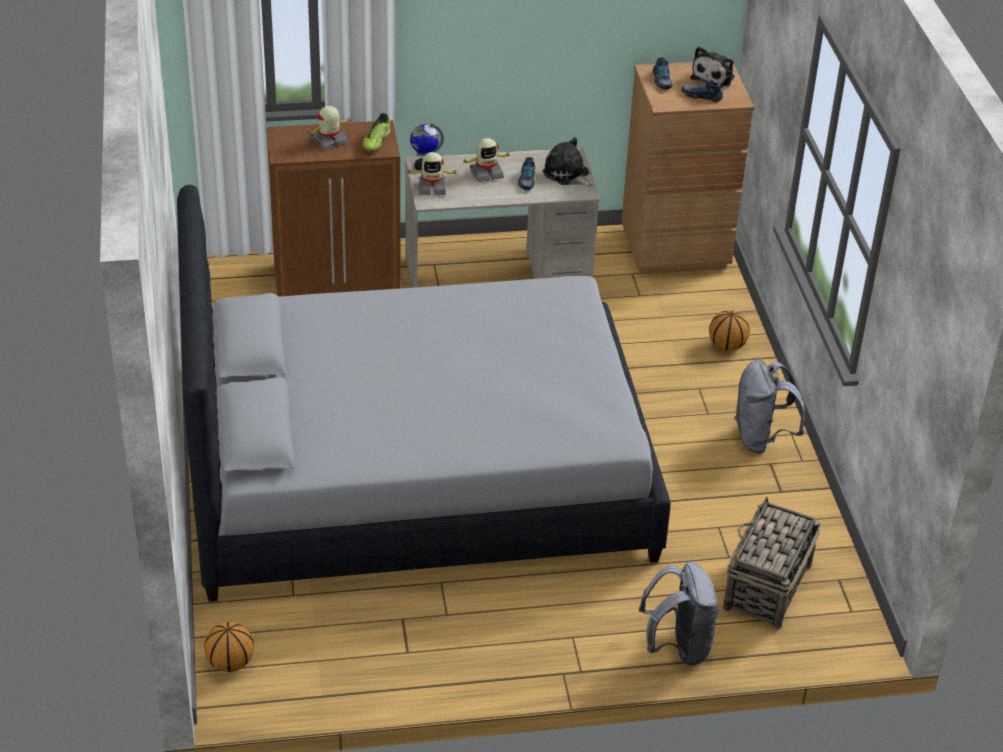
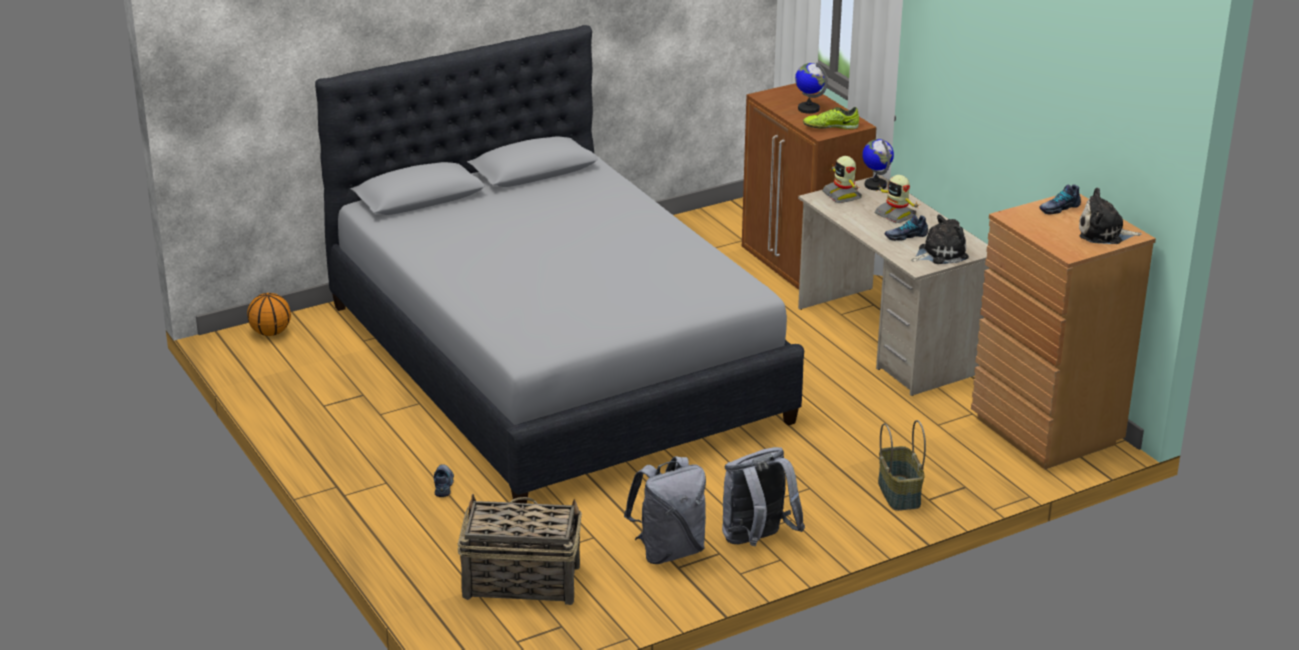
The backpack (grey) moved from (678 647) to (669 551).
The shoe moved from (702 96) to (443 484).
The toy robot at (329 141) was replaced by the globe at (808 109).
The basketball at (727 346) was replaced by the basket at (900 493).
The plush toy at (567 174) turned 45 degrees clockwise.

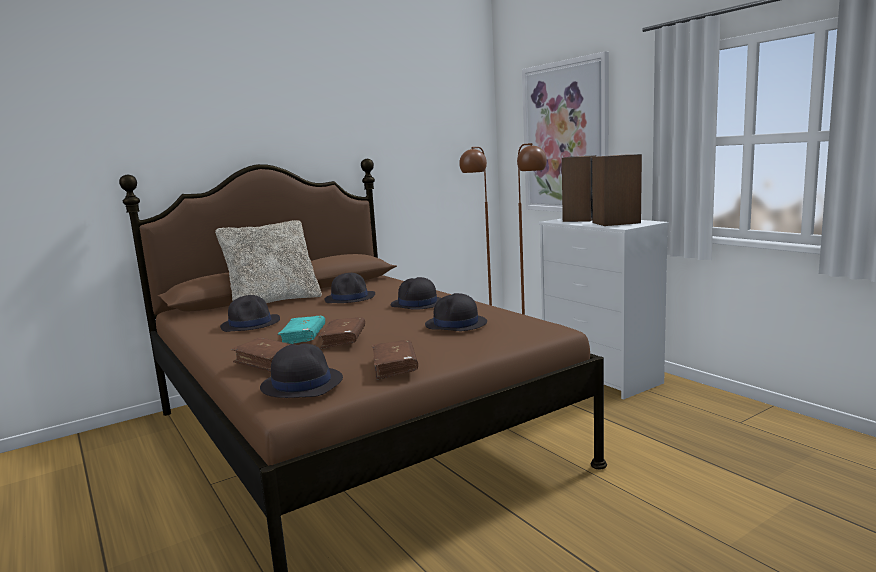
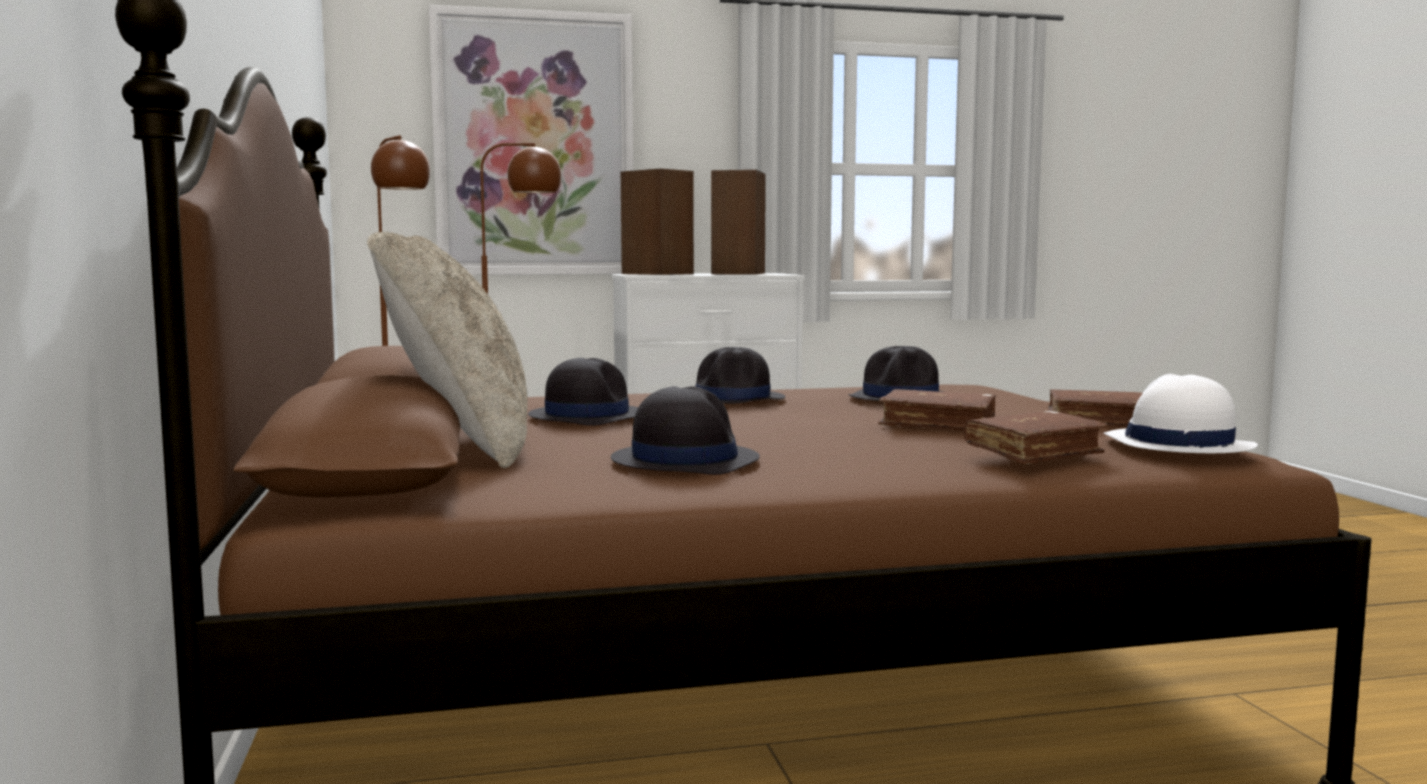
The book (turquoise) at (303 337) disappeared.
The hat (black) at (301 383) became the hat (white) at (1177 444).

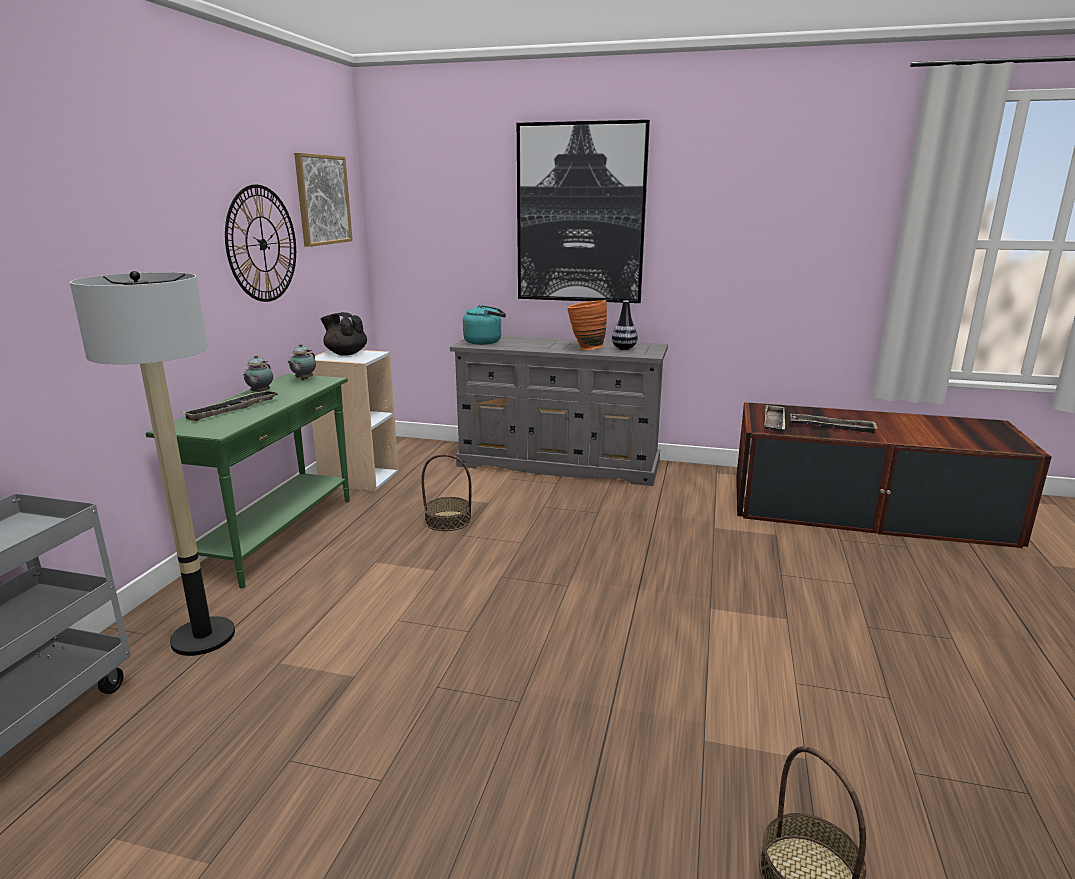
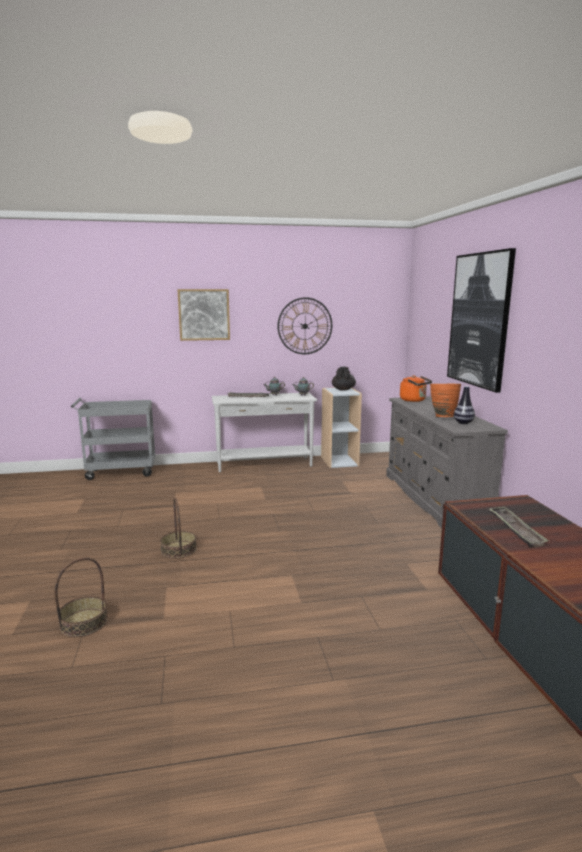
The floor lamp at (203 637) disappeared.
The tray at (774 422) disappeared.
The picture moved from (322 200) to (204 314).
The basket moved from (448 520) to (179 549).
The console table (green) at (277 535) became the console table (white) at (265 464).
The kettle (turquoise) at (485 342) became the kettle (orange) at (414 400).

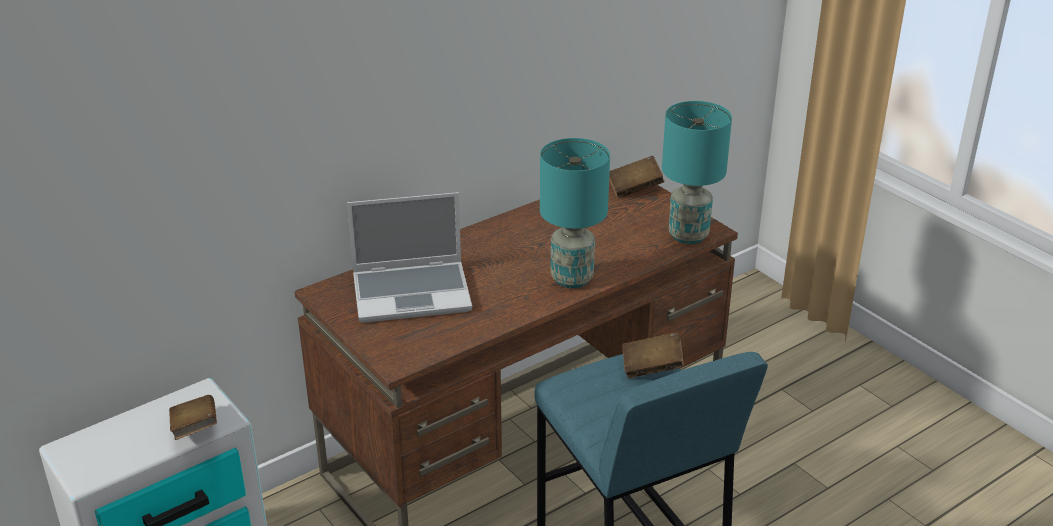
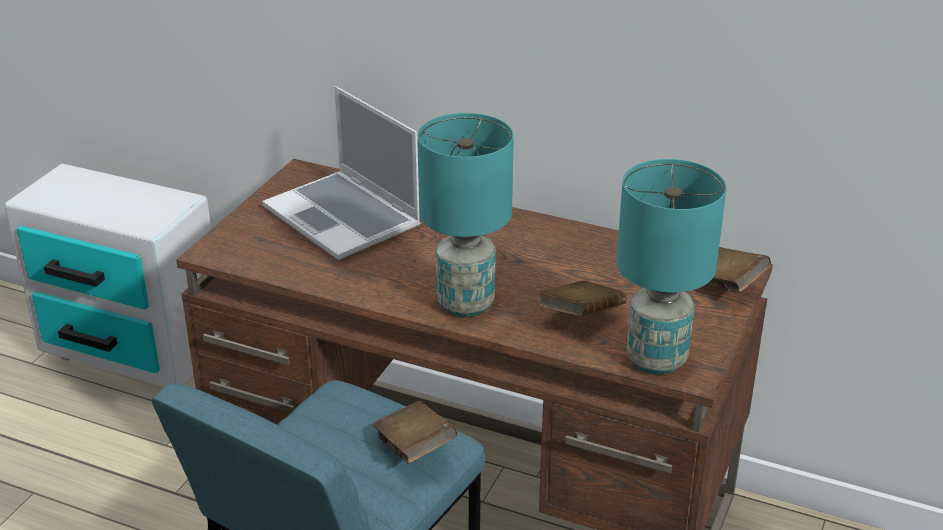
The book (brown) moved from (195 429) to (581 316).

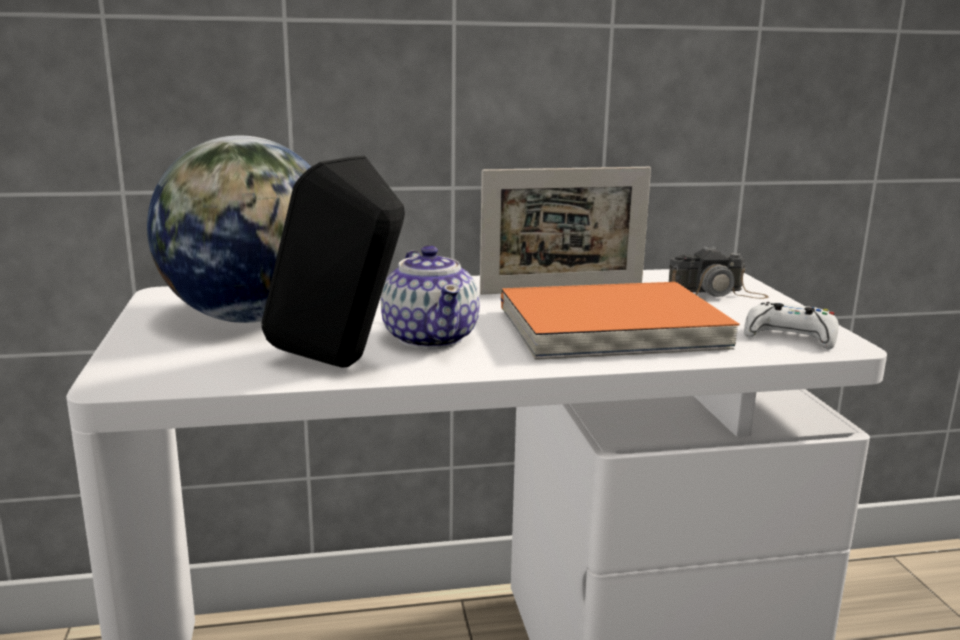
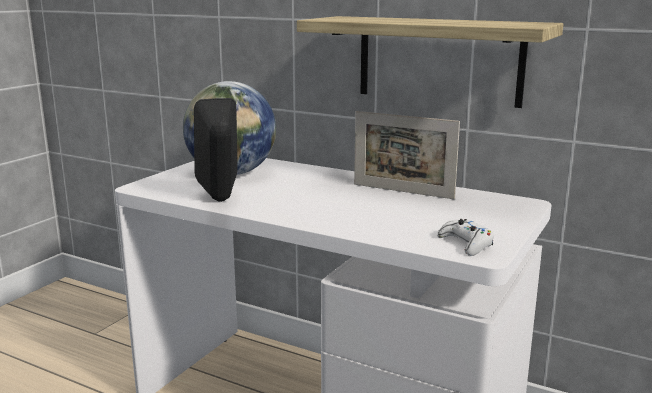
The teapot at (431 338) disappeared.
The book (orange) at (611 329) disappeared.
The photo camera at (716 293) disappeared.
The shelf at (439 60) appeared.

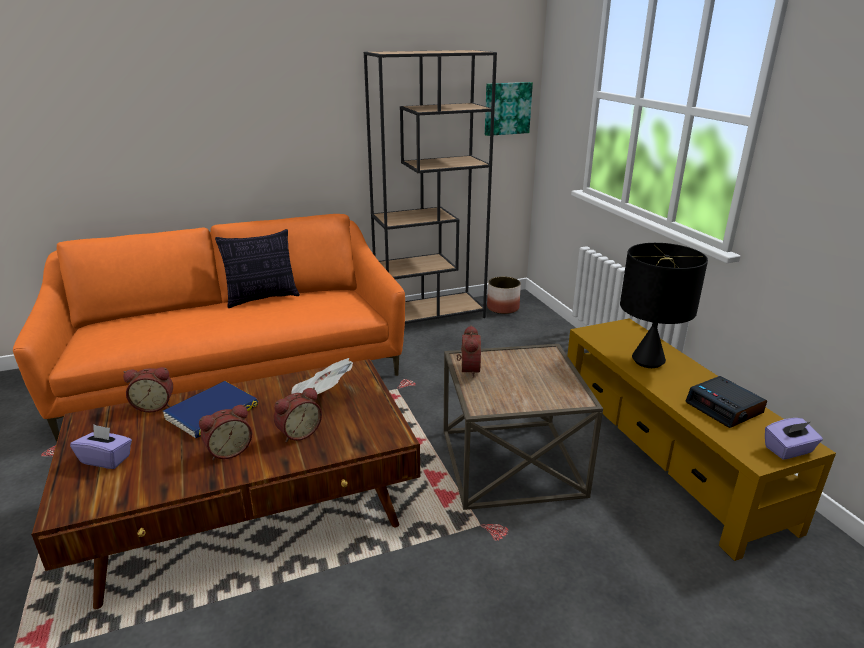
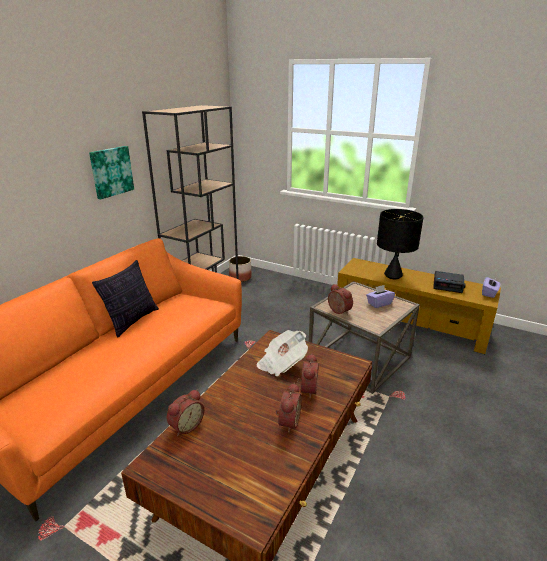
The book (blue) at (212 412) disappeared.
The tissue box (purple) moved from (106 459) to (379 303).
The picture moved from (507 108) to (111 171).

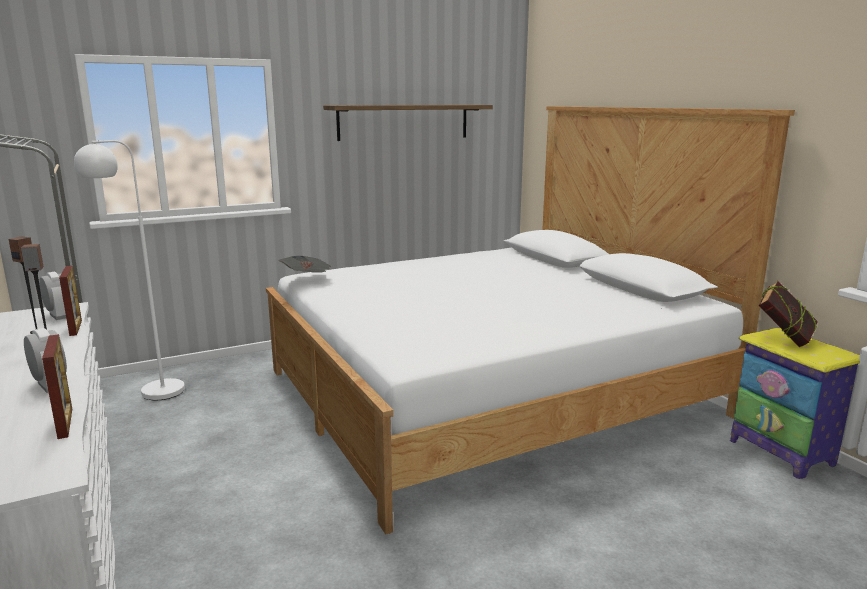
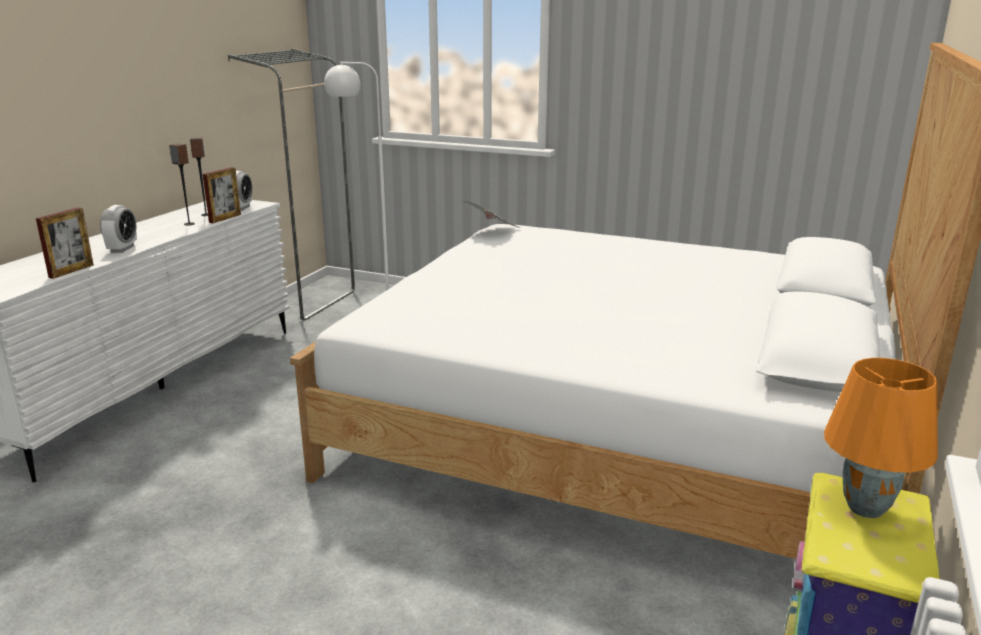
The shelf at (404 122) disappeared.
The book at (783 339) was replaced by the table lamp (orange) at (866 508).

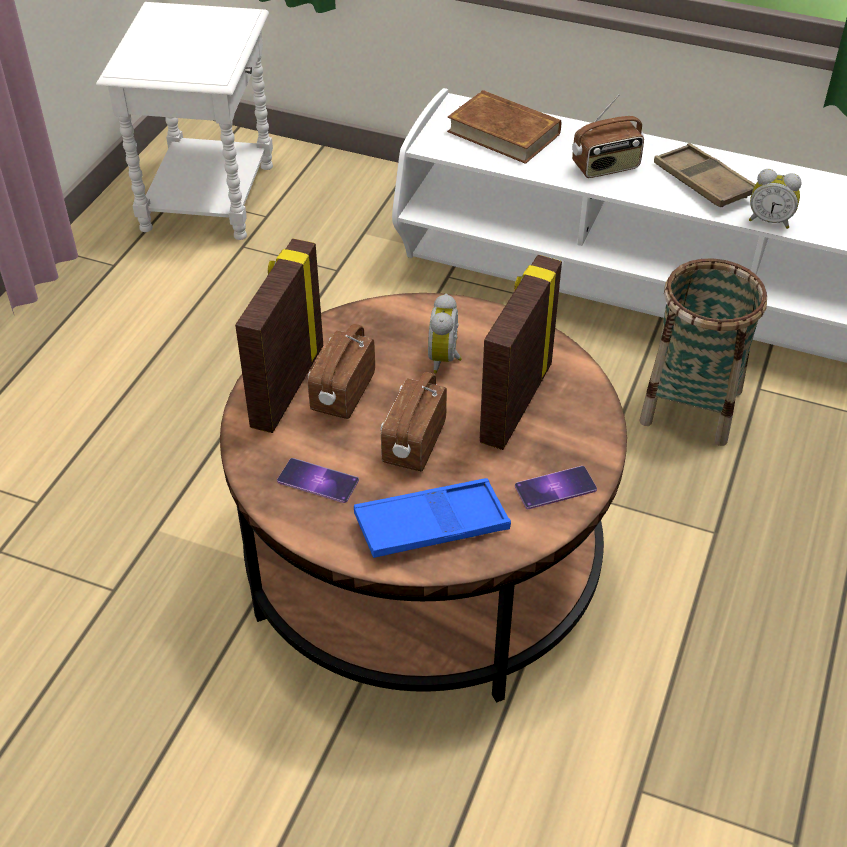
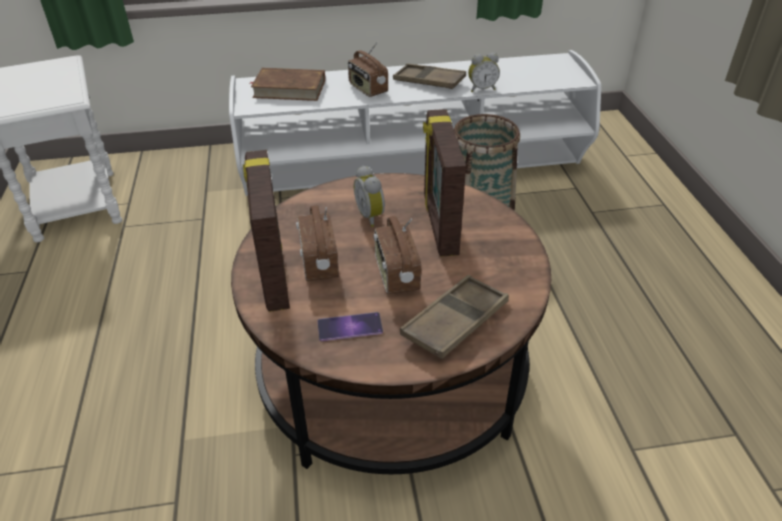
The phone at (555 488) disappeared.
The tray (blue) at (431 525) became the tray (brown) at (455 321).
The radio at (606 167) turned 105 degrees clockwise.

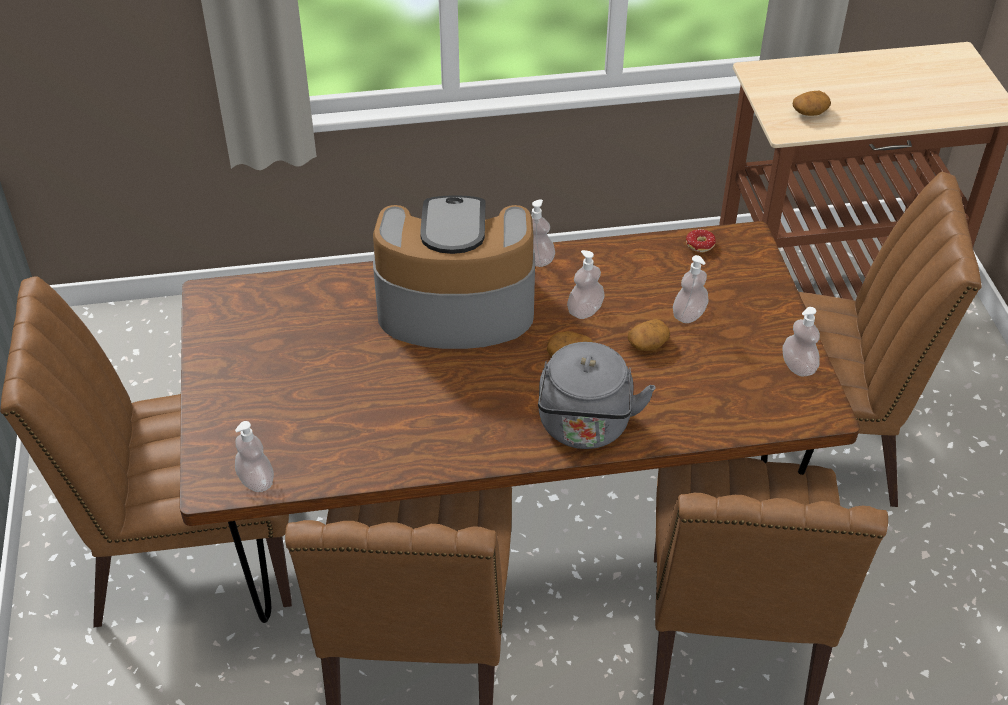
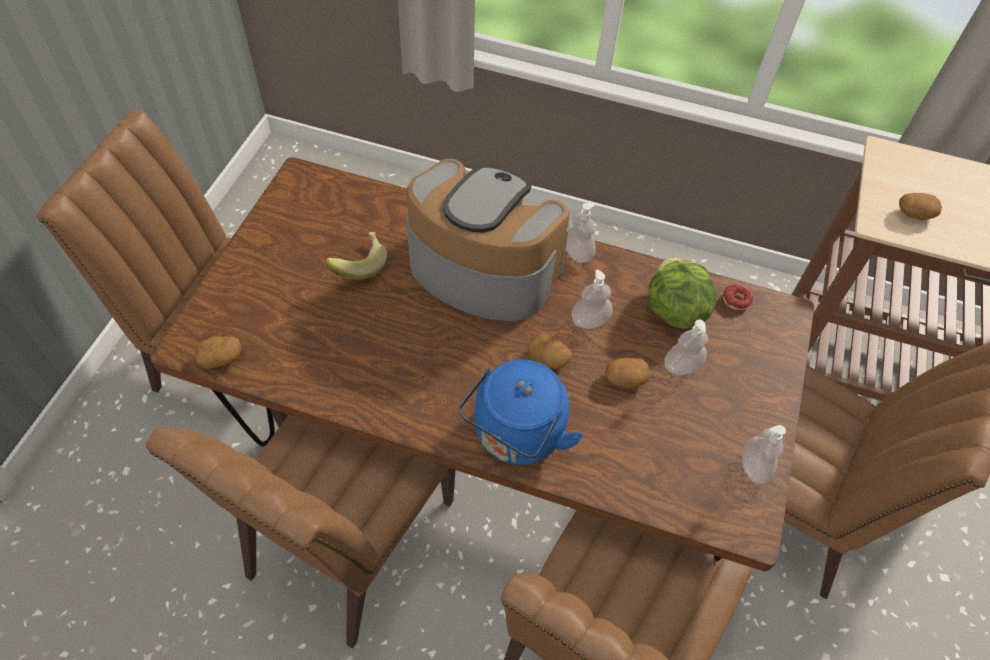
The banana at (358 265) appeared.
The lettuce at (673 310) appeared.
The soap dispenser at (256 481) was replaced by the potato at (221 358).
The kettle (grey) at (585 427) became the kettle (blue) at (516 436).

